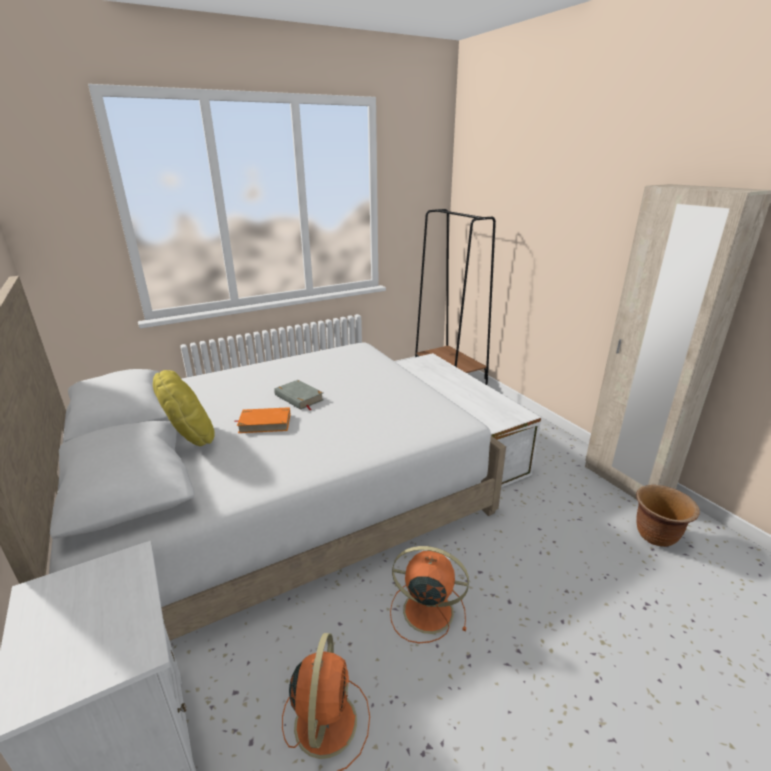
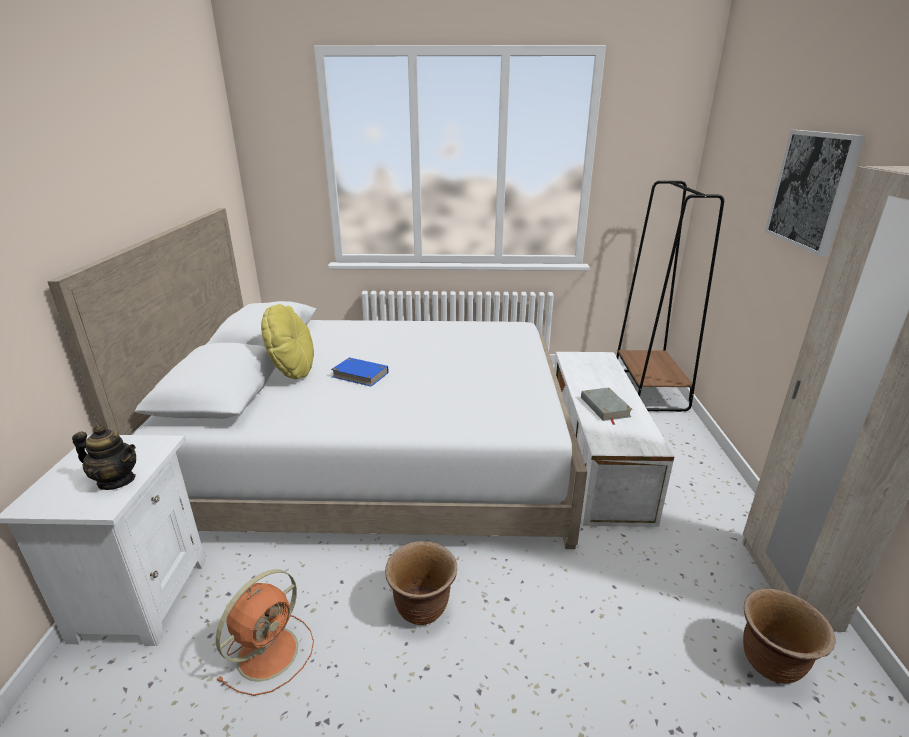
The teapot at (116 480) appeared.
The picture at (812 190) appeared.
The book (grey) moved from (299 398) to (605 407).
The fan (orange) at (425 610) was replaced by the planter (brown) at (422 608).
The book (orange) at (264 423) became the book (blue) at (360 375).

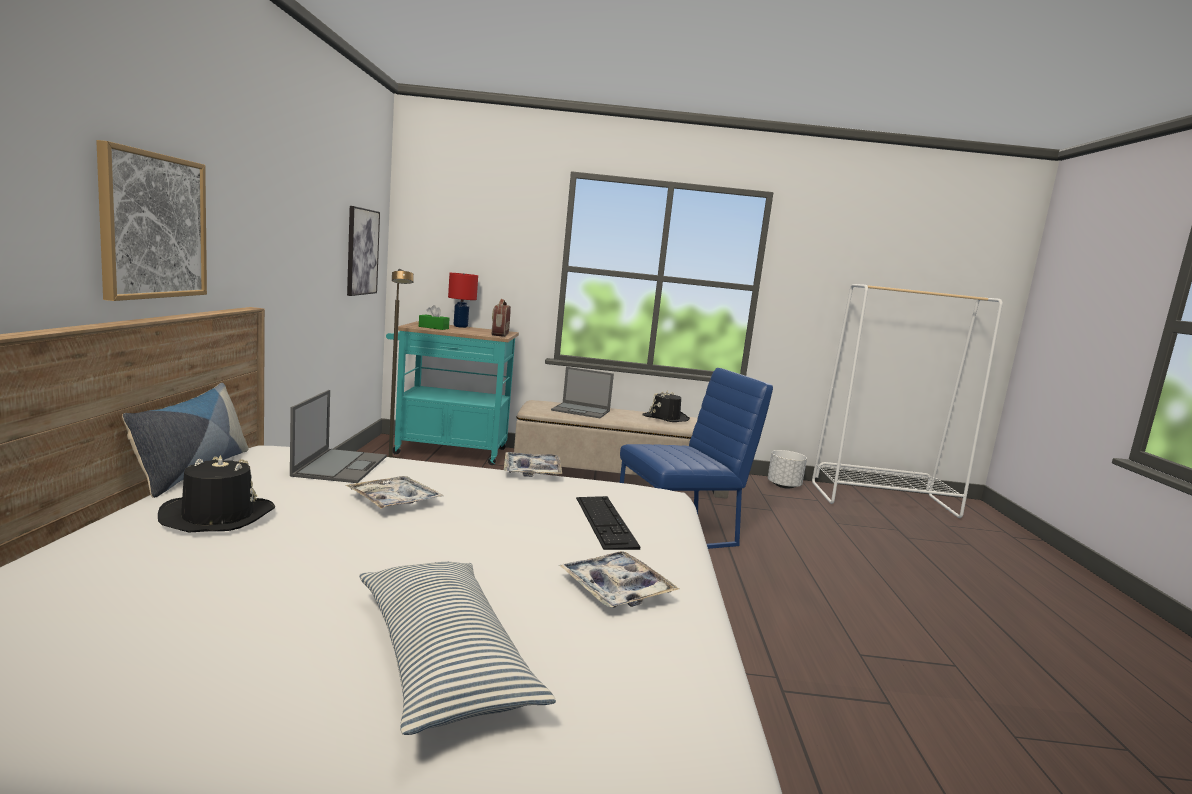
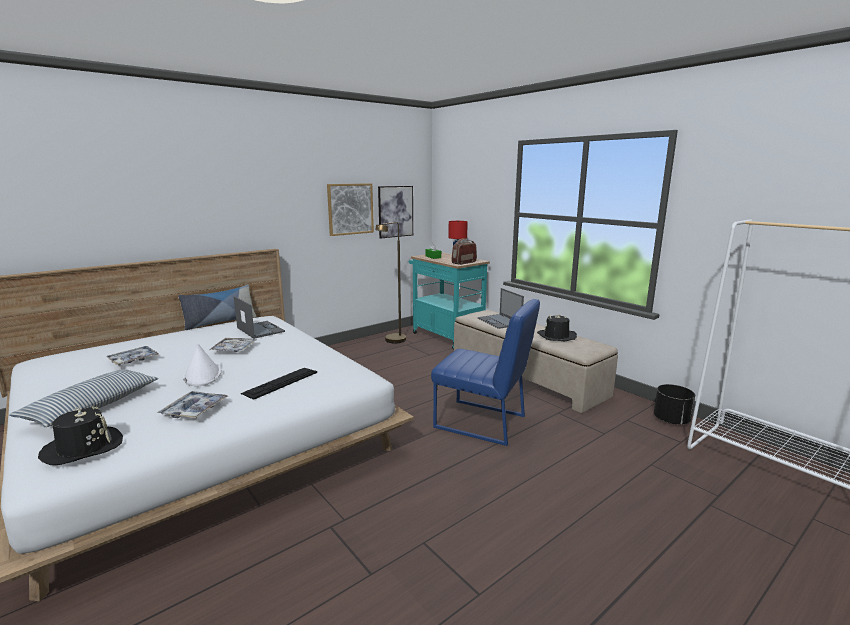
The hat (white) at (202 375) appeared.
The picture moved from (153 226) to (350 209).
The hat (black) moved from (217 516) to (83 447).
The tray moved from (532 471) to (133 360).
The planter (white) at (784 486) became the planter (black) at (671 420).
The laptop at (340 465) turned 90 degrees counterclockwise.

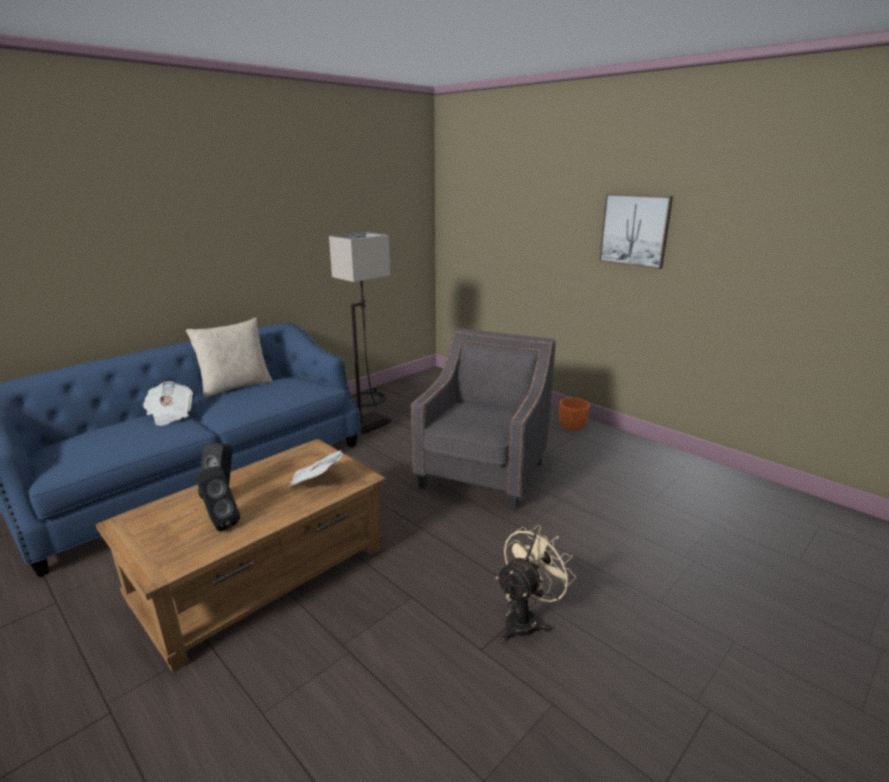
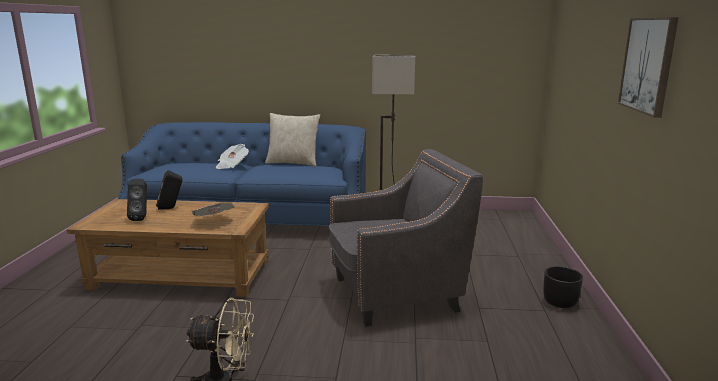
The planter (orange) at (572 426) became the planter (black) at (560 302).

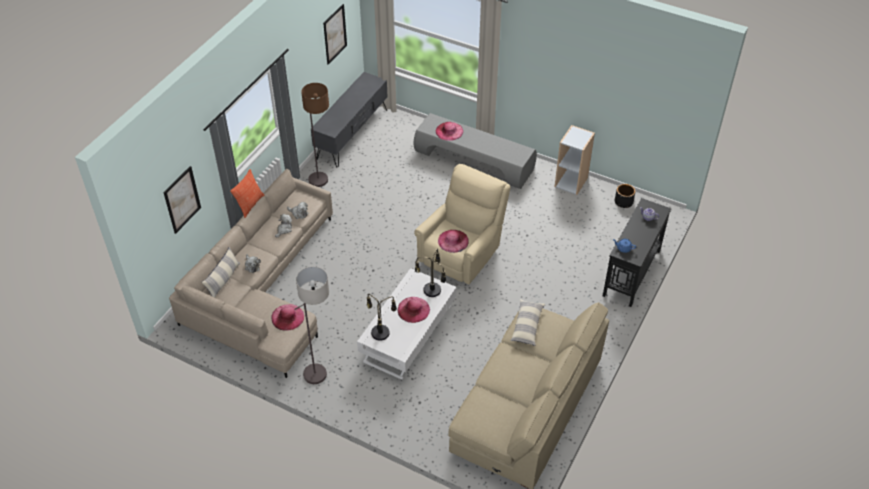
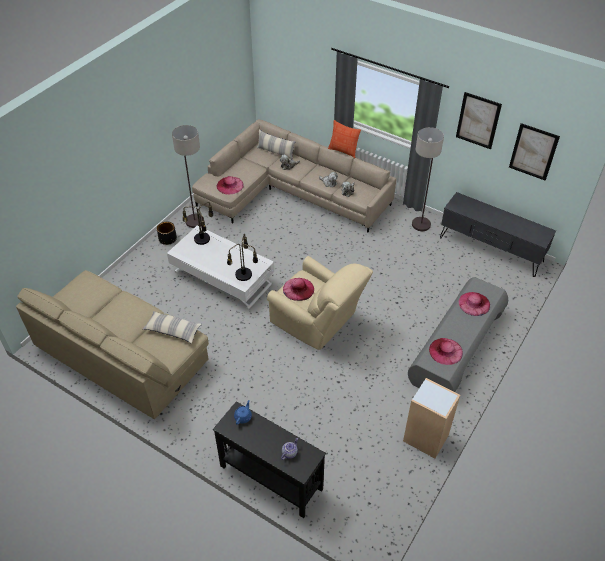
The picture moved from (182 200) to (478 120).
The hat (pink) moved from (413 309) to (445 351).
The planter (black) moved from (624 202) to (167 239).
The floor lamp (brown) at (322 183) became the floor lamp (grey) at (417 227).

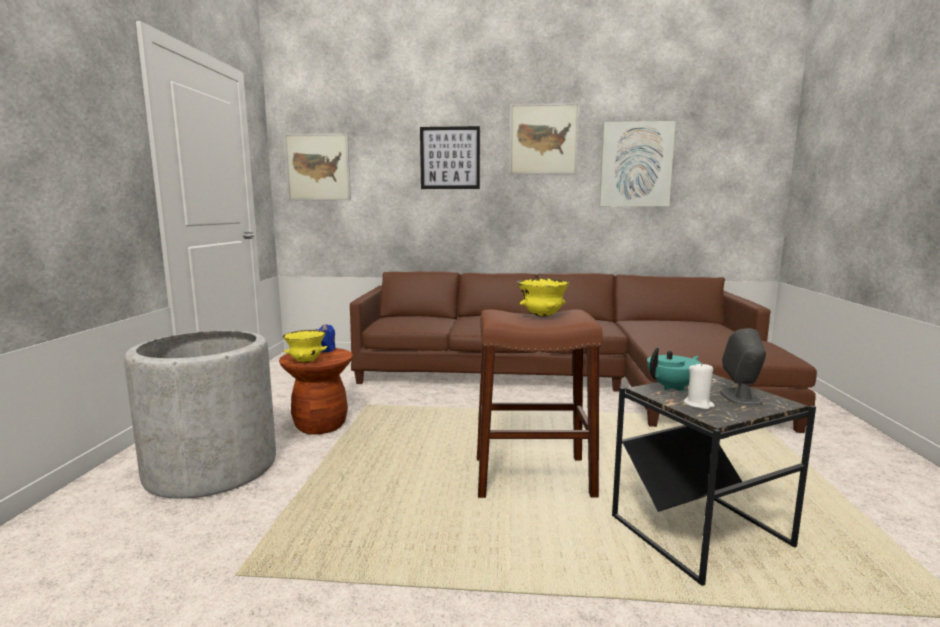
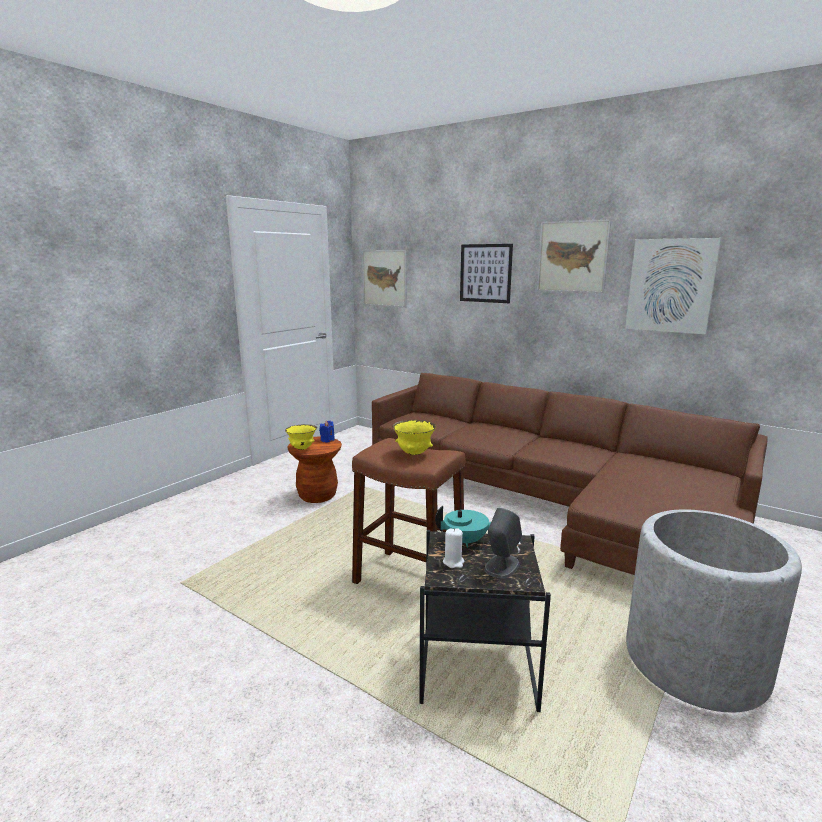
The planter (grey) moved from (212 467) to (695 661).

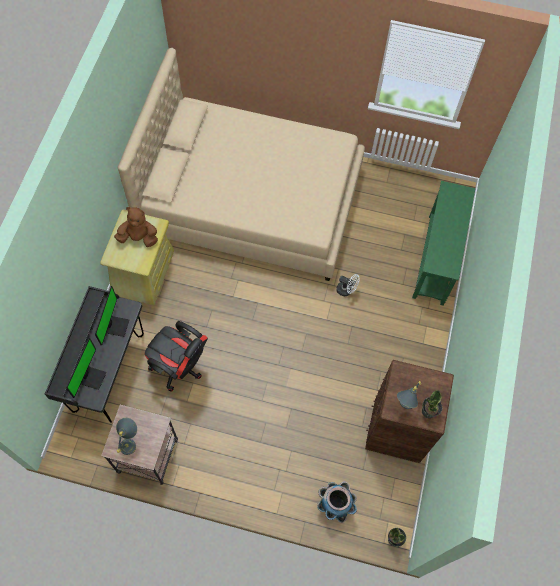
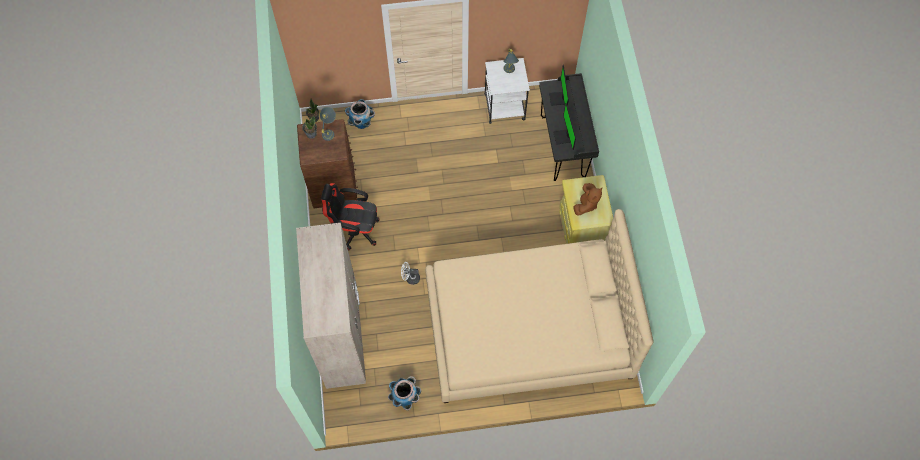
The planter at (405 398) appeared.
The office chair (black) moved from (180 368) to (354 229).
The console table (green) at (436 260) was replaced by the wardrobe (beige) at (342 336).
The cart (brown) at (146 455) became the cart (white) at (505 106).
The plush toy (brown) at (139 238) turned 45 degrees counterclockwise.

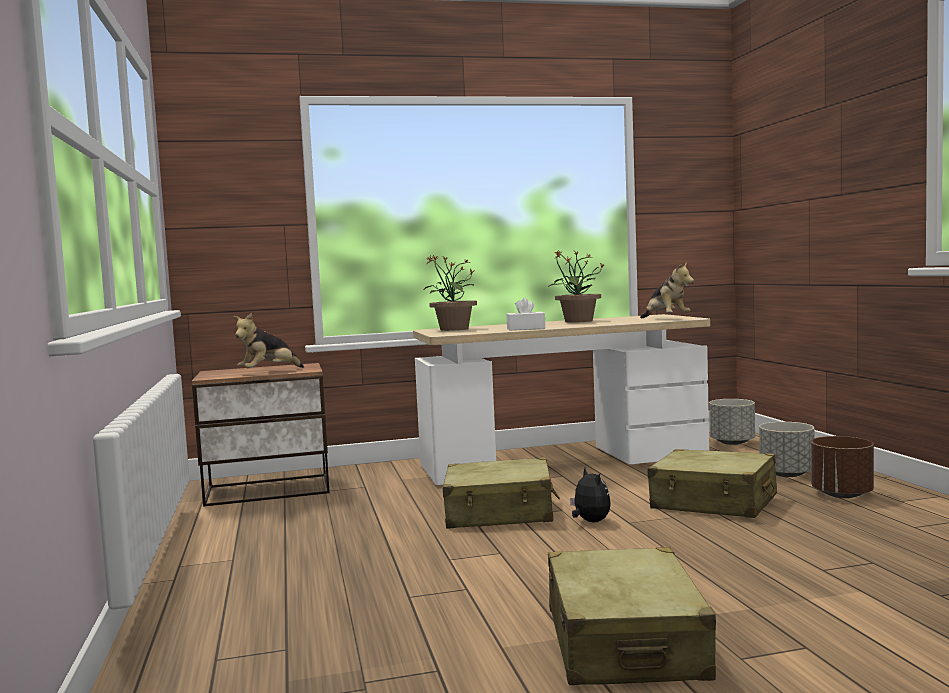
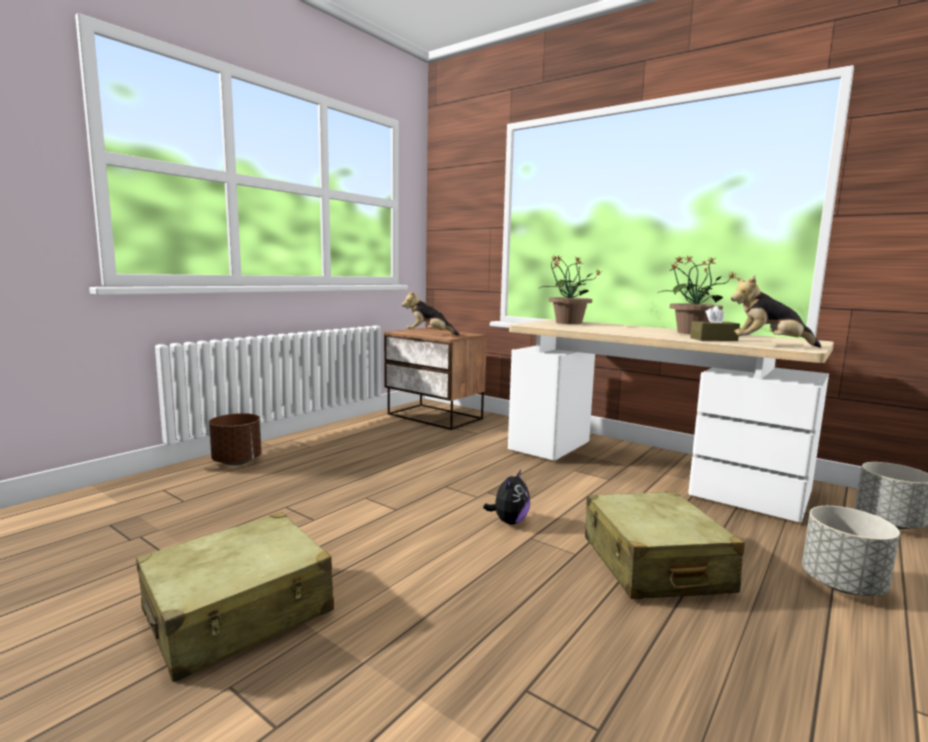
The suitcase (beige) at (500 513) disappeared.
The tissue box (white) at (526 328) disappeared.
The tissue box (brown) at (713 339) appeared.
The planter (brown) moved from (841 494) to (237 461).
The plush toy at (665 319) turned 75 degrees clockwise.

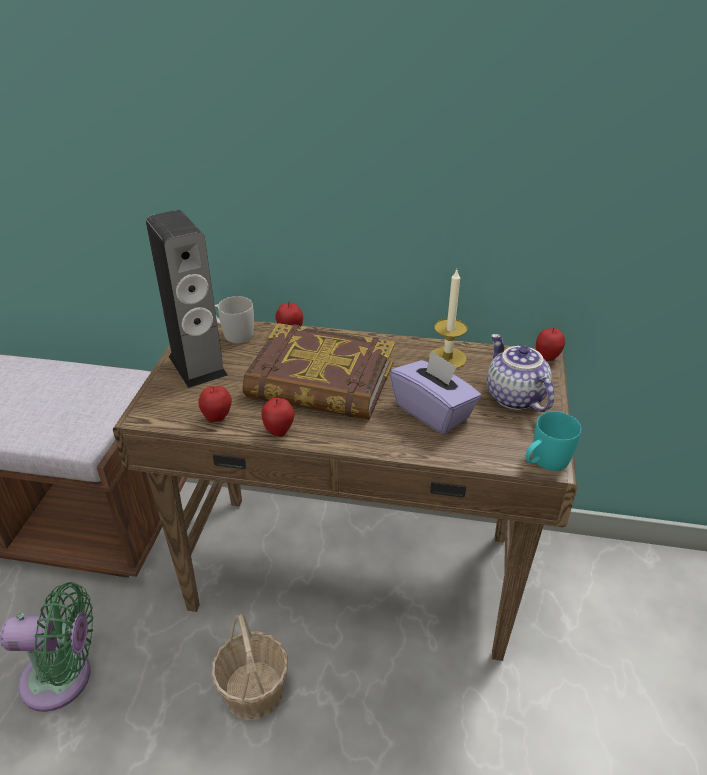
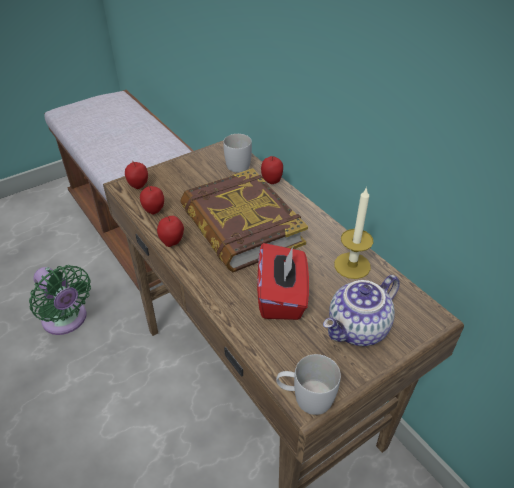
The speaker at (197 365) disappeared.
The basket at (254 690) disappeared.
The apple moved from (547 358) to (138 186).
The tissue box (purple) at (433 411) became the tissue box (red) at (282 297).
The mug (turquoise) at (544 462) became the mug (white) at (305 397).
The teapot at (513 397) turned 150 degrees counterclockwise.

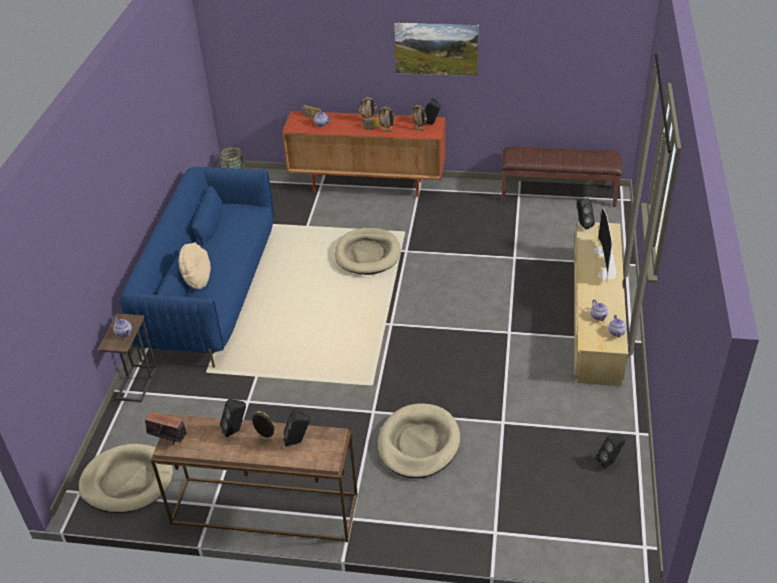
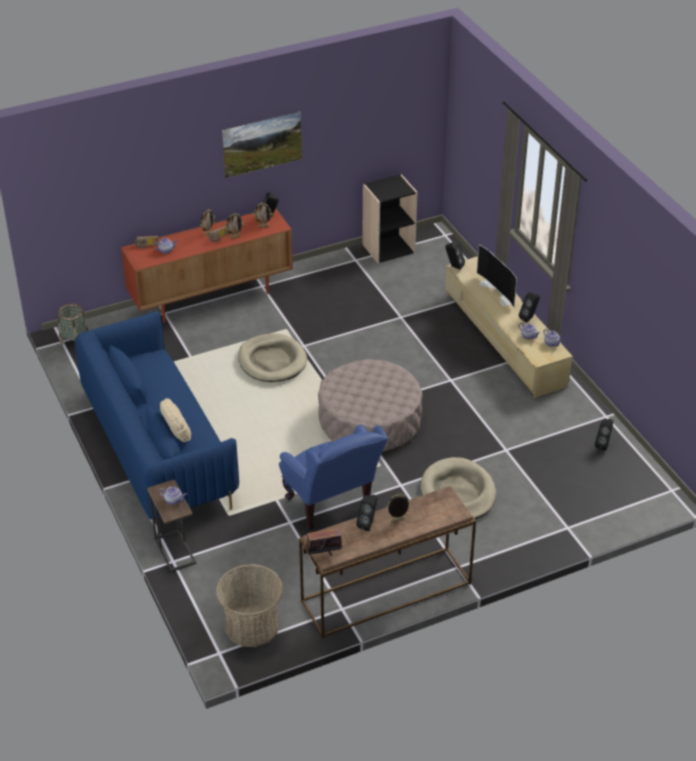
The armchair (blue) at (333 509) appeared.
The ottoman (beige) at (369 421) appeared.
The speaker (black) moved from (298 441) to (529 318).
The dog bed (beige) at (127 481) was replaced by the basket at (252 626).
The bench (brown) at (558 194) was replaced by the bookcase (black) at (389 248).

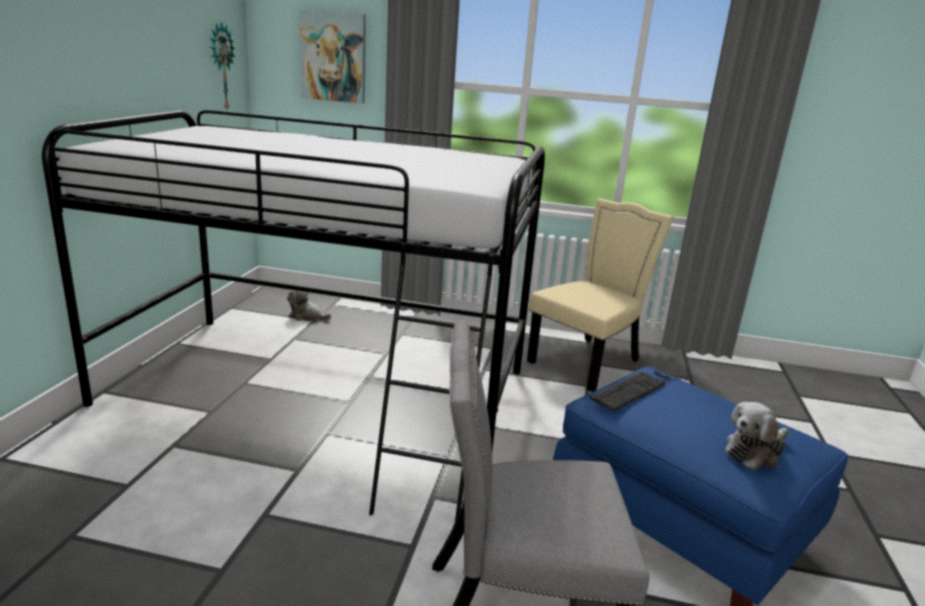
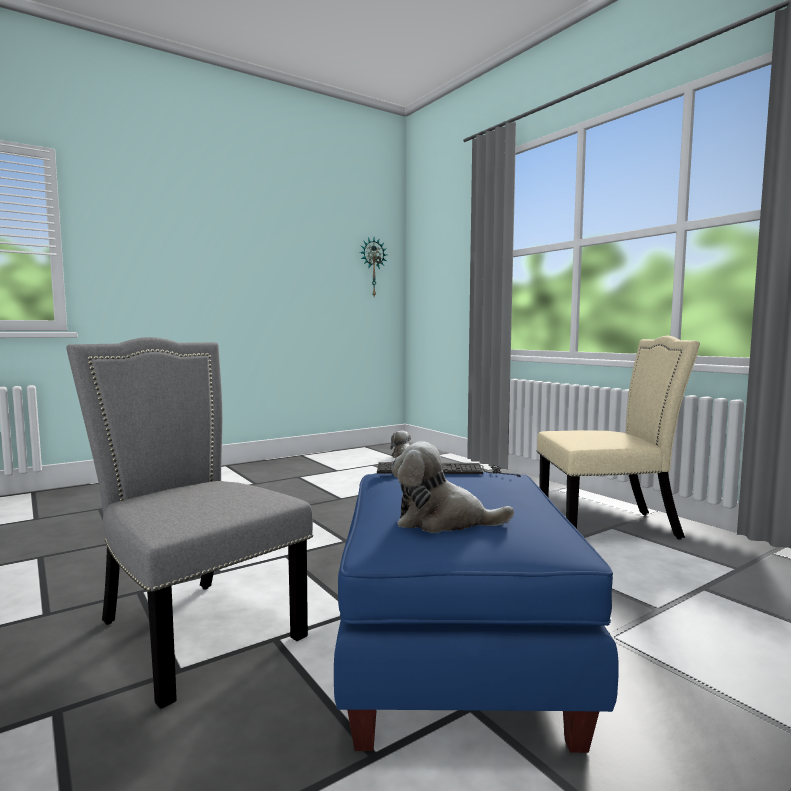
The bed (black) at (324 390) disappeared.
The picture at (333 57) disappeared.

